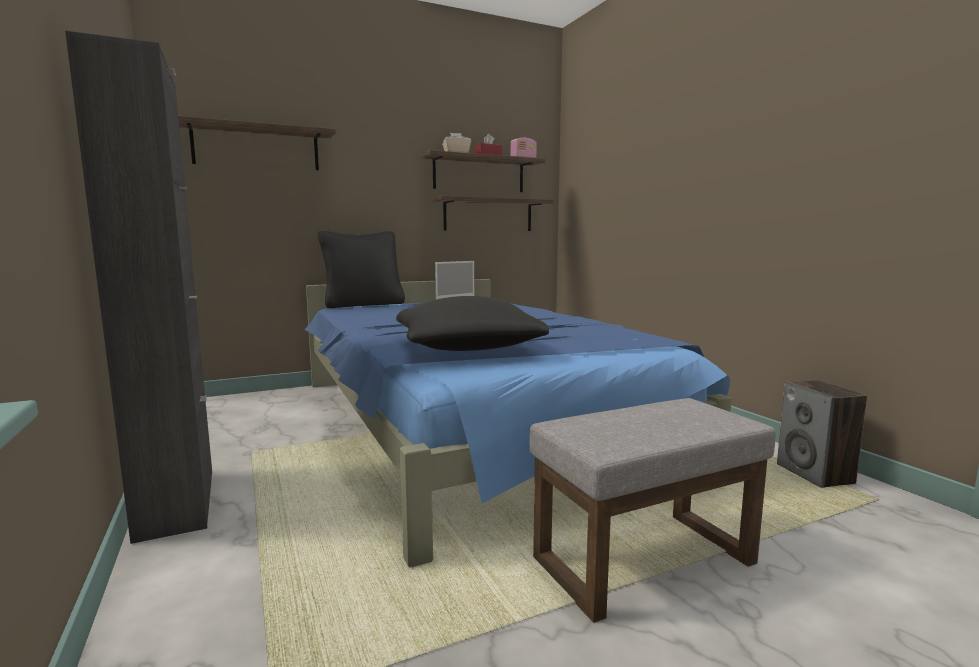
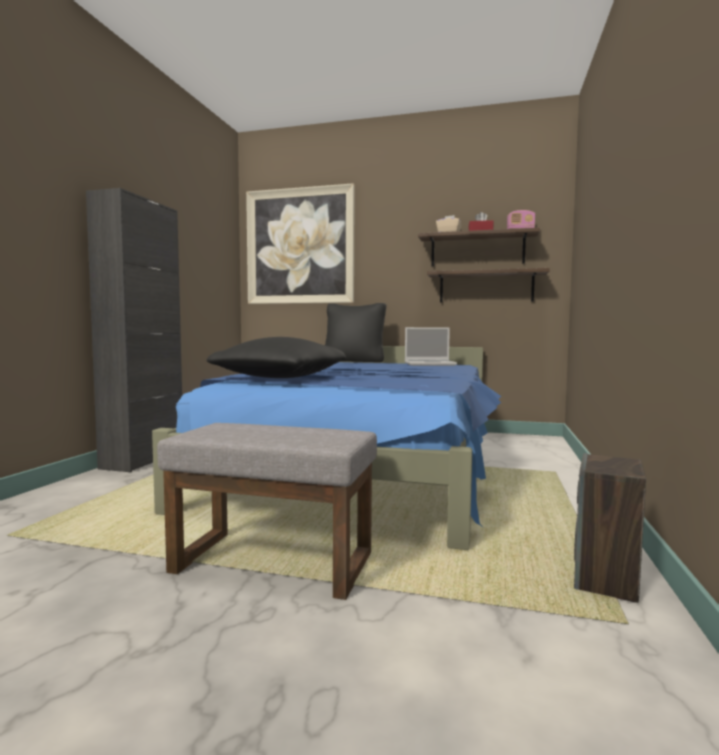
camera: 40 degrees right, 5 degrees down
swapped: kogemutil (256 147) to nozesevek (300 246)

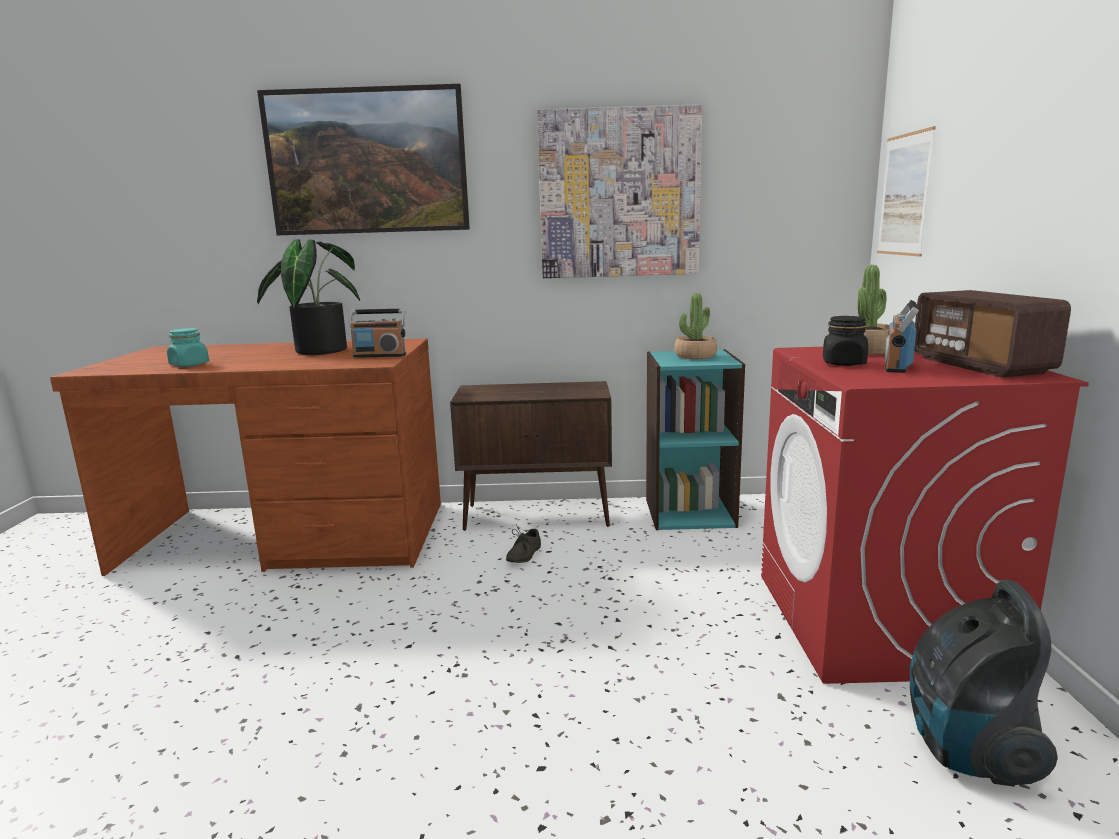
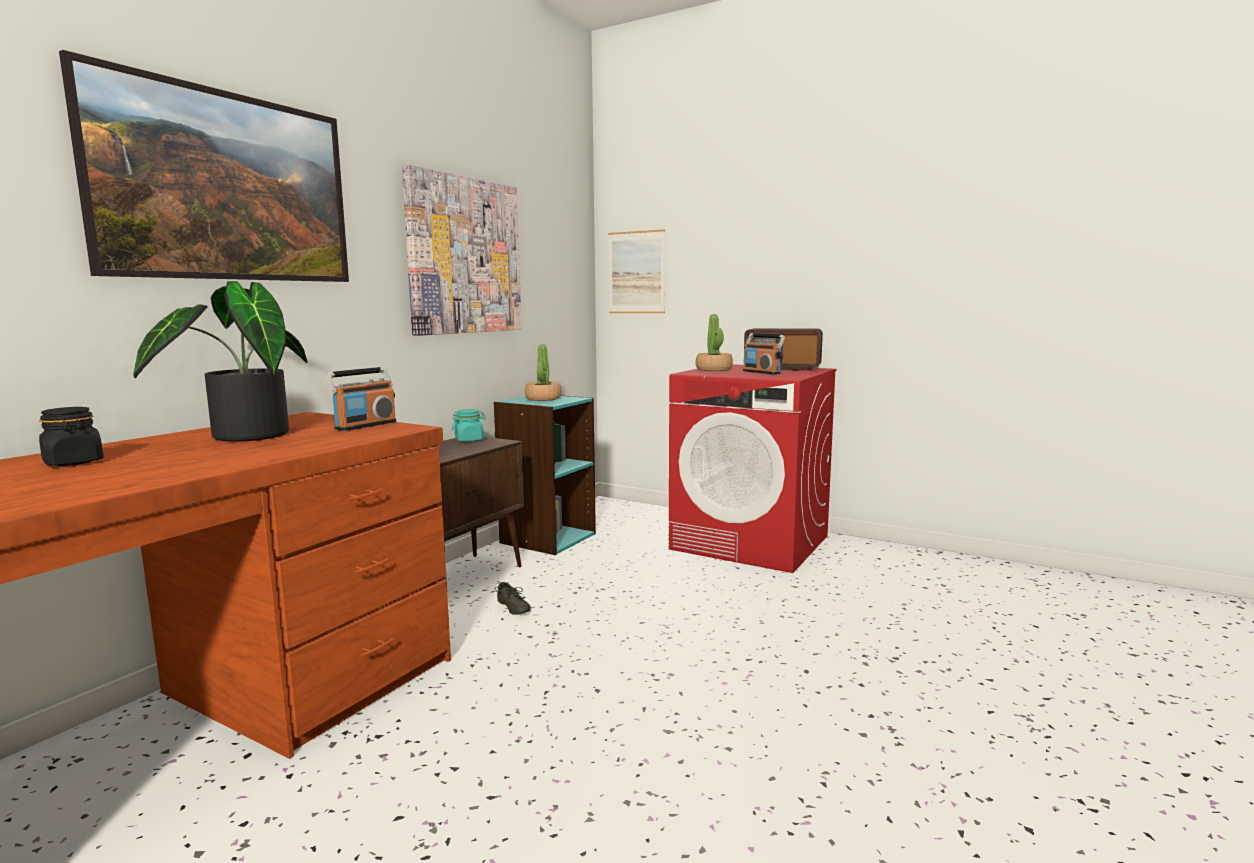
camera: 60 degrees left, 5 degrees down
gone: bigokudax (966 749)
shifted: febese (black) (844 363) to (74 462); febese (turquoise) (189 365) to (469 440)

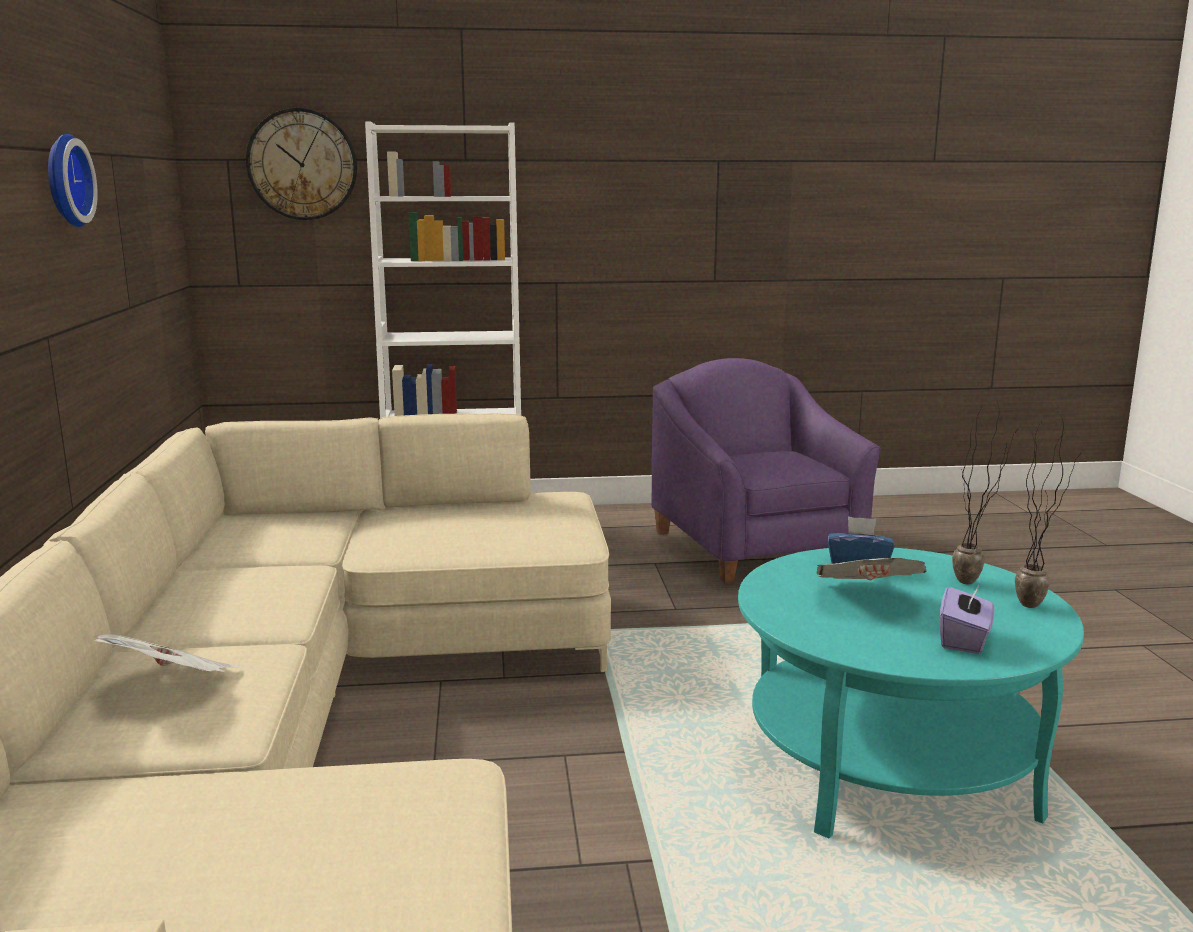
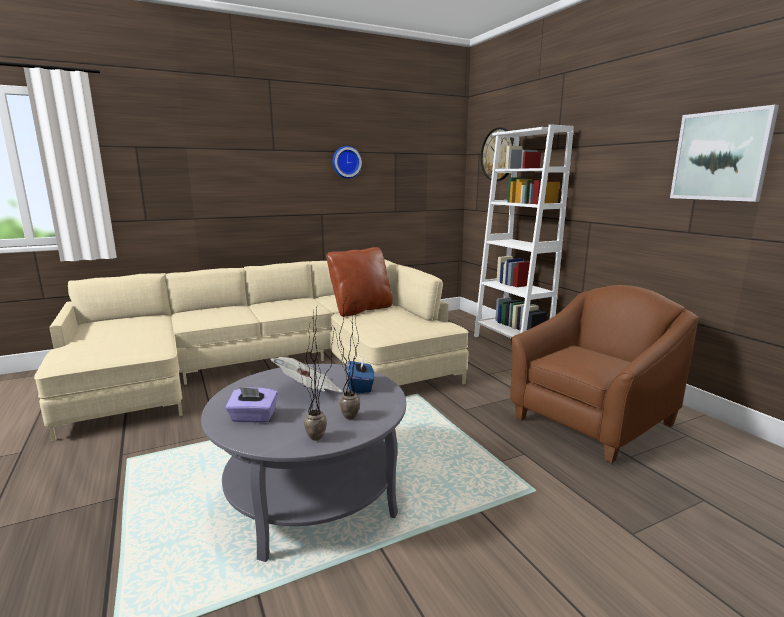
camera: 70 degrees right, 0 degrees up
gone: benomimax (174 685)
new: nozesevek (721 156); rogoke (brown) (361 309)
repainted: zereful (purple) (755 549) to zereful (brown) (591 421); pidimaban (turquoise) (888 765) to pidimaban (grey) (312 496)

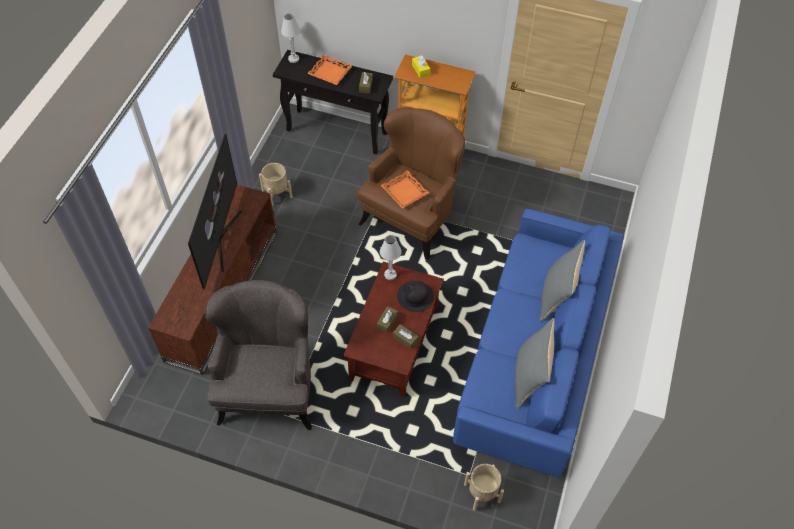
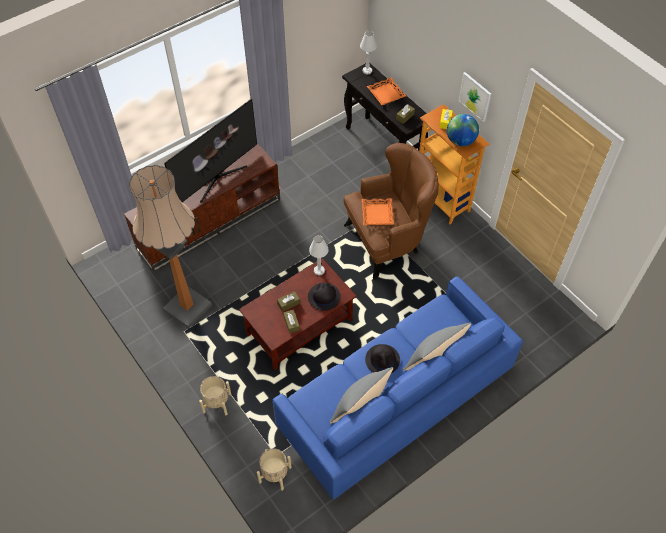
camera: 35 degrees right, 0 degrees up
new: nozesevek (475 96); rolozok (460 141); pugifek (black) (382 360)
shifted: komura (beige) (277 194) to (217 403)
swapped: zereful (grey) (269 390) to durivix (188 308)

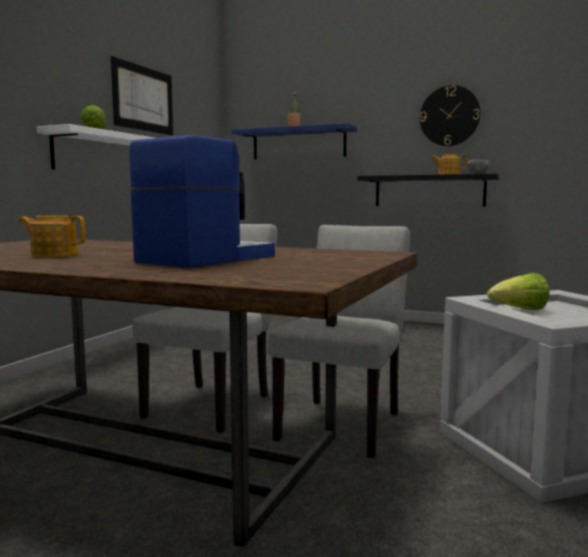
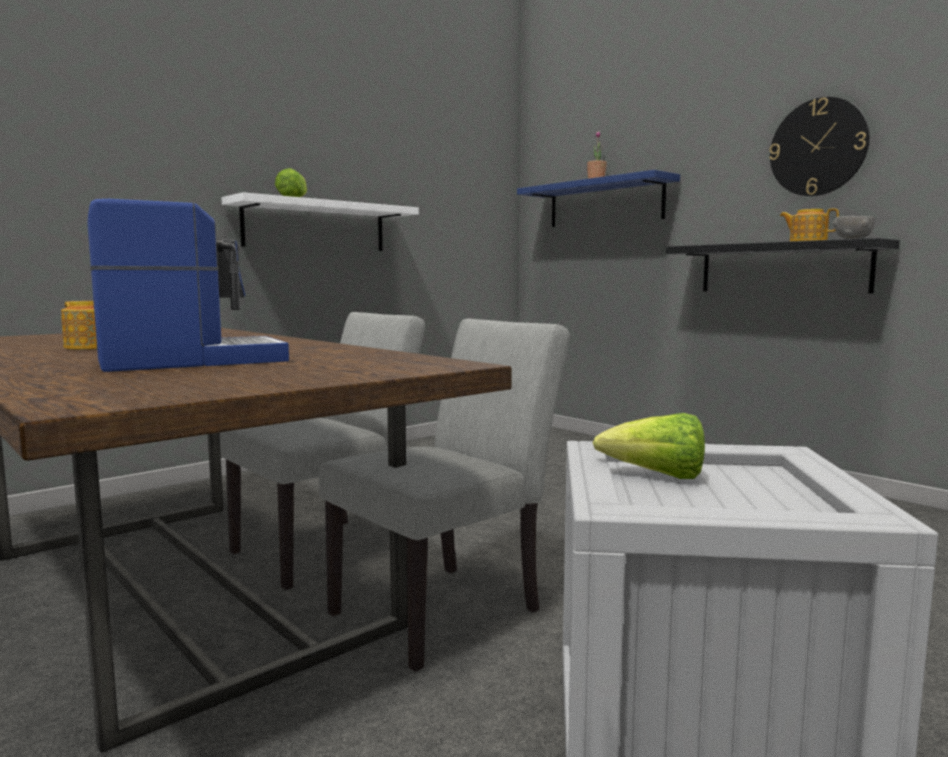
camera: 25 degrees right, 0 degrees up
gone: nozesevek (143 99)

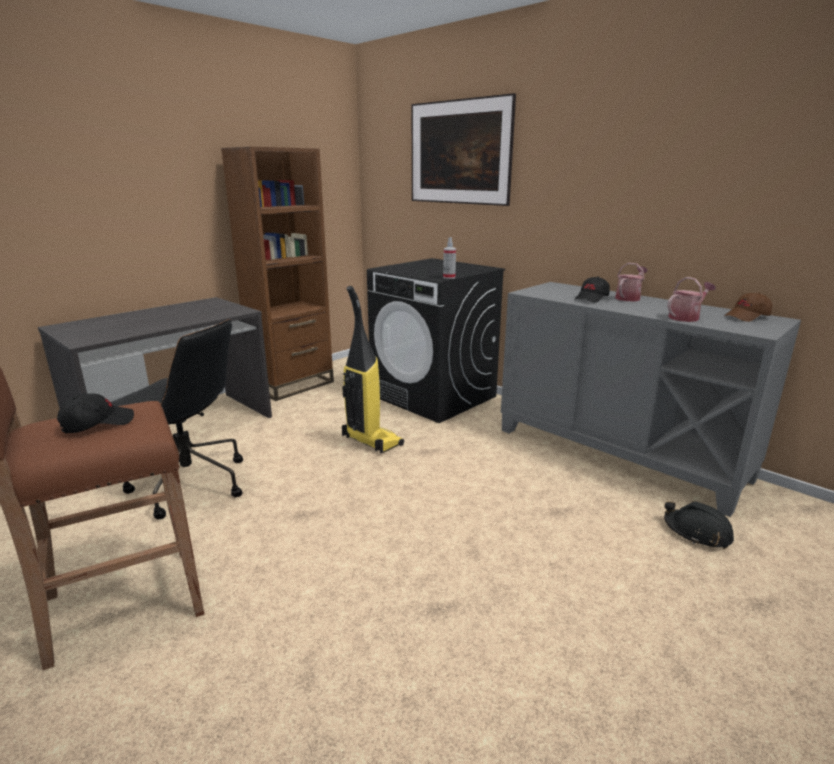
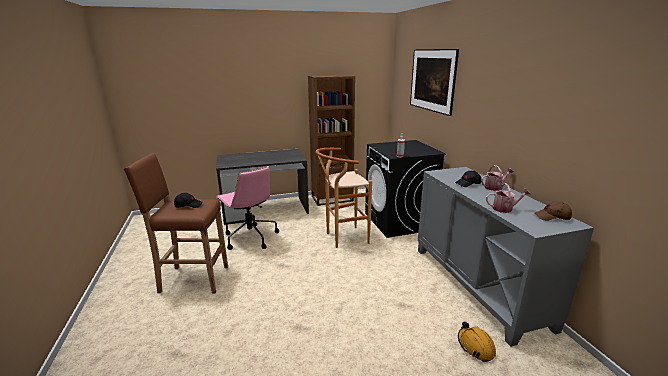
camera: 30 degrees right, 0 degrees up
swapped: bigokudax (371 441) to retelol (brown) (343 238)
repainted: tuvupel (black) (188 484) to tuvupel (pink) (250 237); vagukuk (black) (697 532) to vagukuk (orange) (475 346)

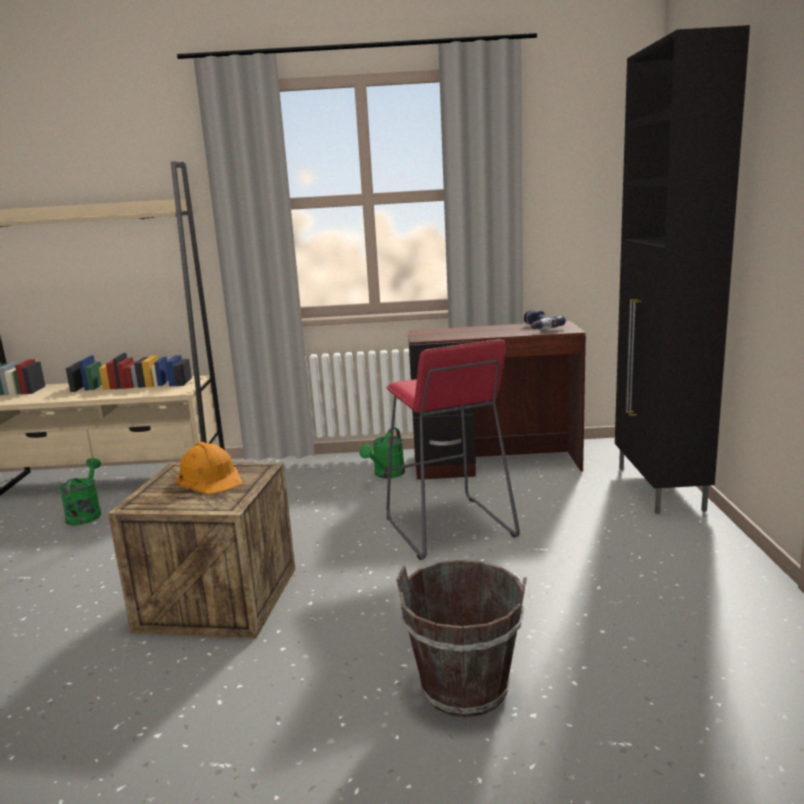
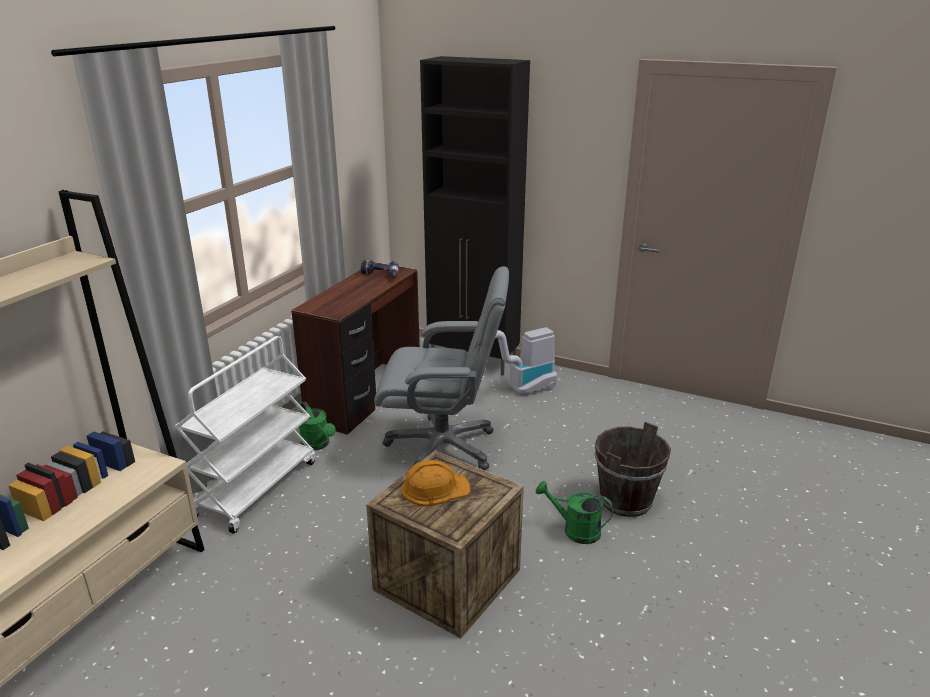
camera: 65 degrees left, 10 degrees up
new: bigokudax (517 390); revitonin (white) (256 487)
shifted: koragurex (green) (86 514) to (575 530)
swapped: retelol (red) (448 528) to tuvupel (grey) (443 447)

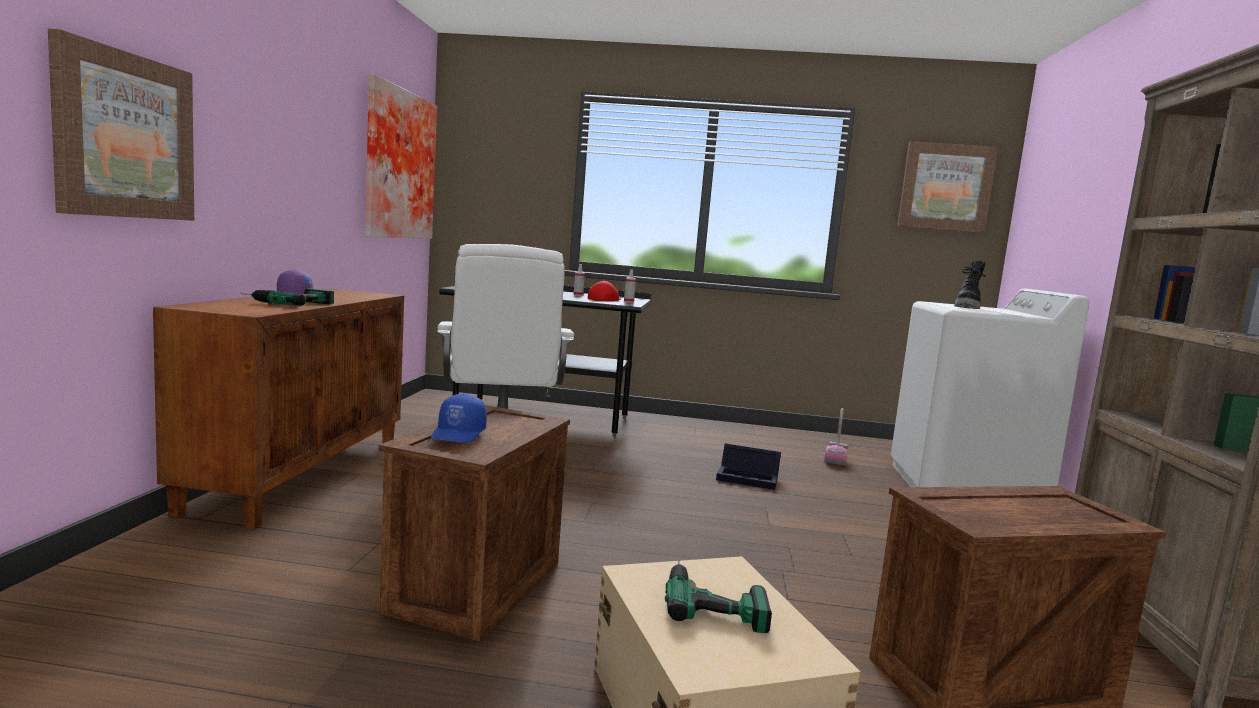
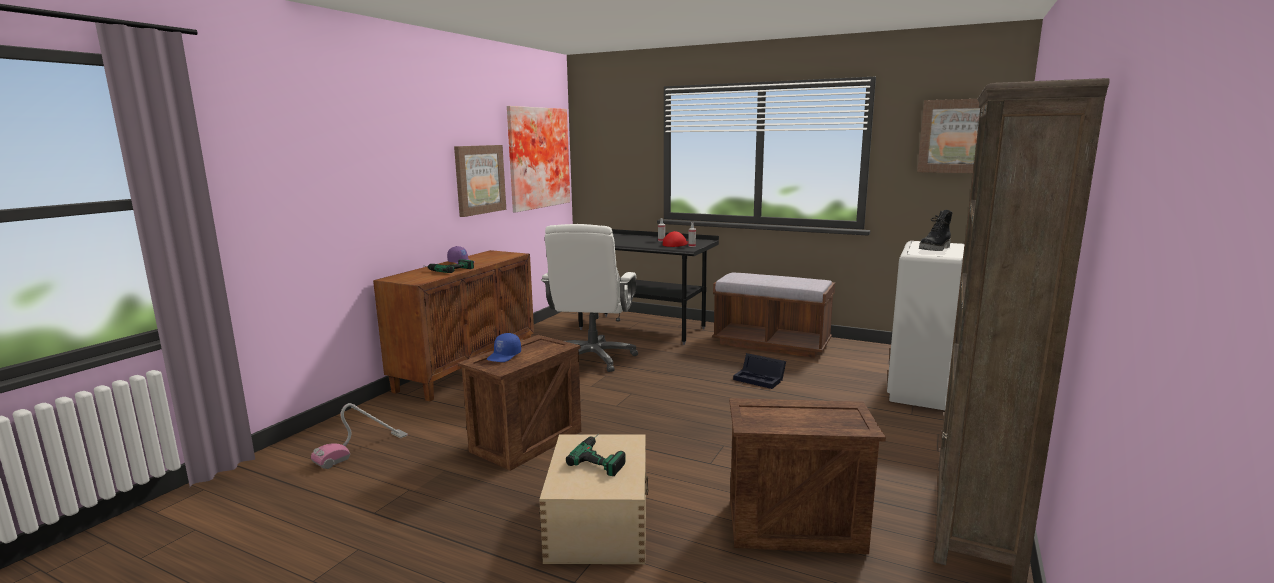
camera: 20 degrees right, 5 degrees up
new: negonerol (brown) (771 344)
shifted: nozesevek (124 136) to (479 179); bigokudax (836 454) to (362 449)

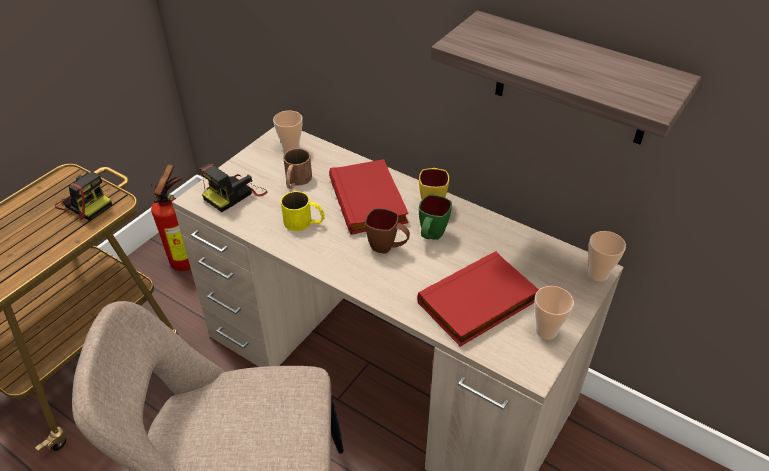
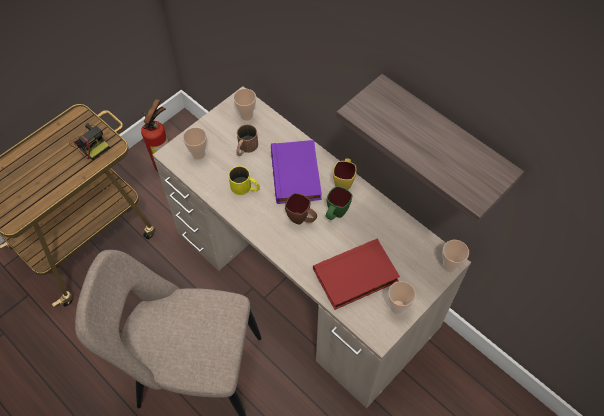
camera: 10 degrees right, 15 degrees up
swapped: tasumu (234 194) to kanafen (198 154)
repainted: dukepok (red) (370 200) to dukepok (purple) (297 174)

